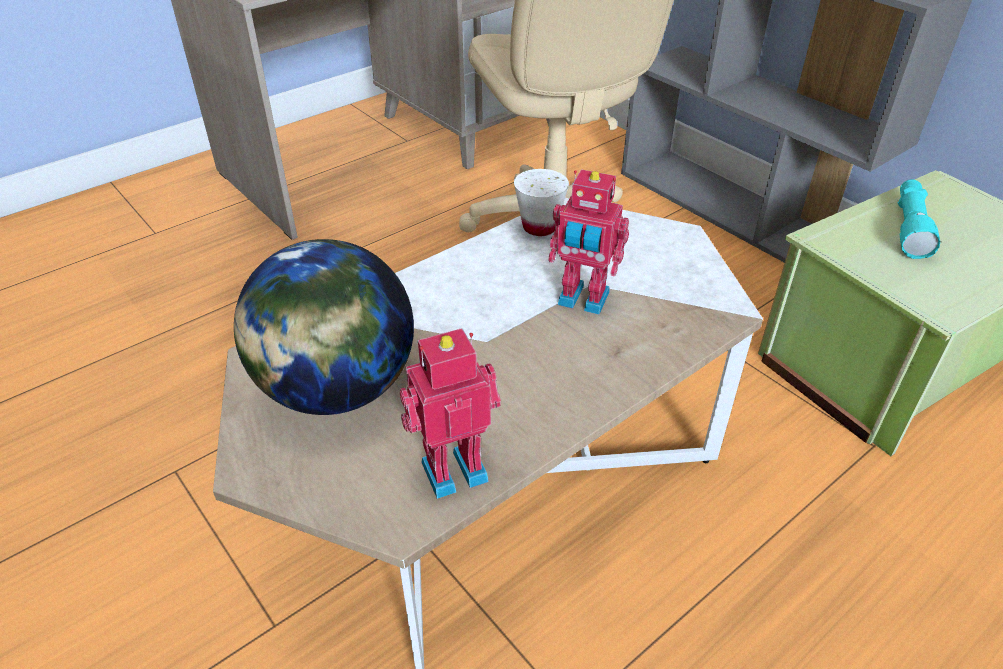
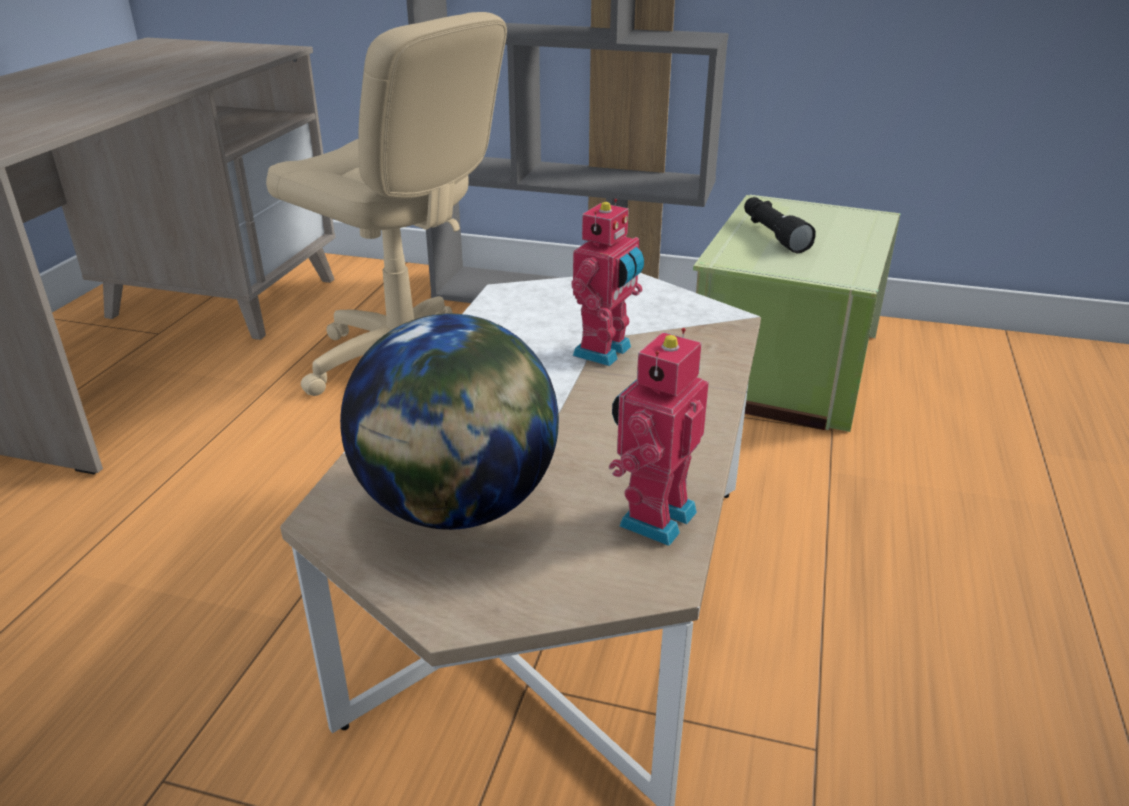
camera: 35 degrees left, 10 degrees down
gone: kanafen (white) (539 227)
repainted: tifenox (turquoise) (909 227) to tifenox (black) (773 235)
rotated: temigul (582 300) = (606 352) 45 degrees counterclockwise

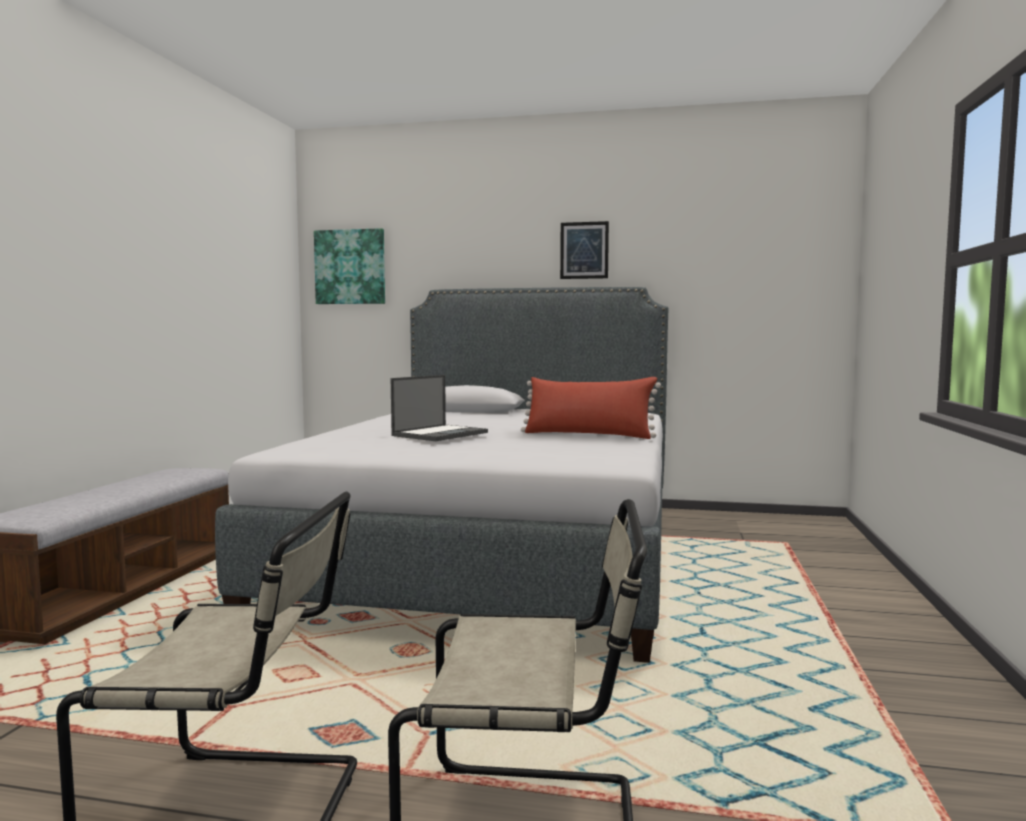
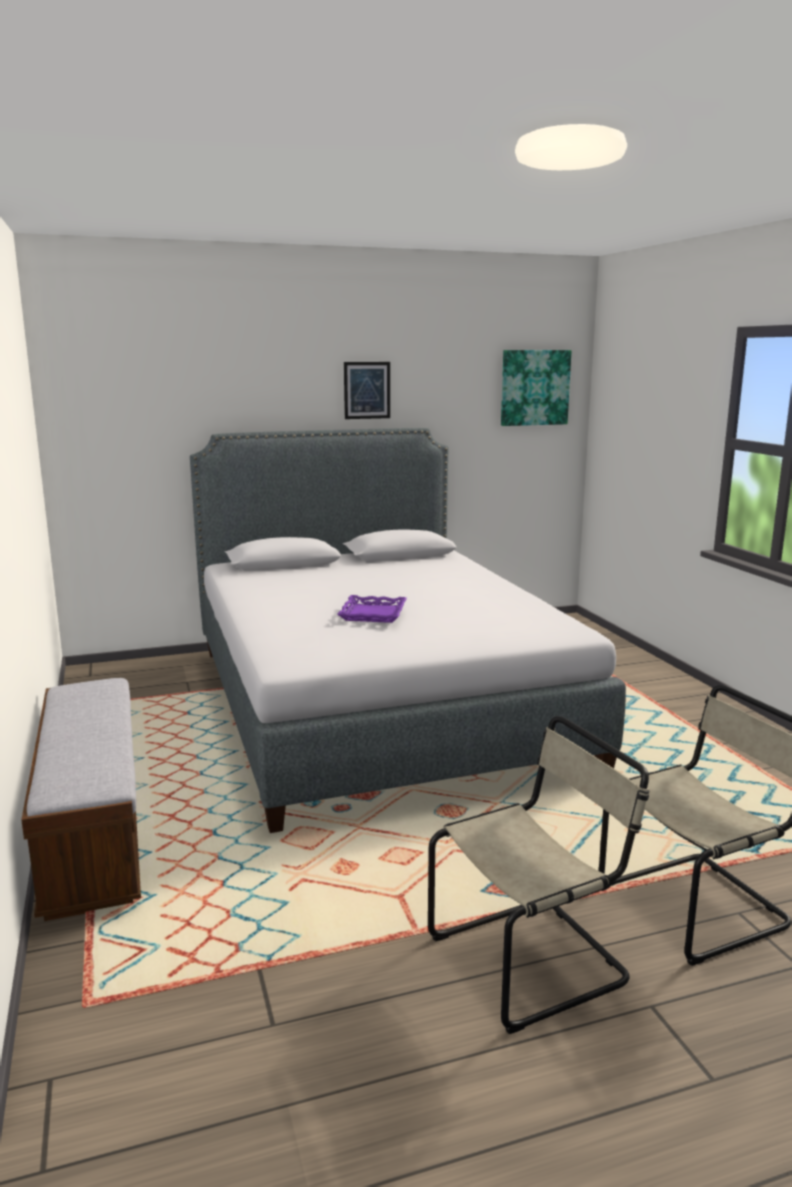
camera: 30 degrees left, 10 degrees up
gone: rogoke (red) (588 435)
shifted: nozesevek (350 267) to (534 387)
swapped: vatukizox (440 434) to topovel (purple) (372 614)

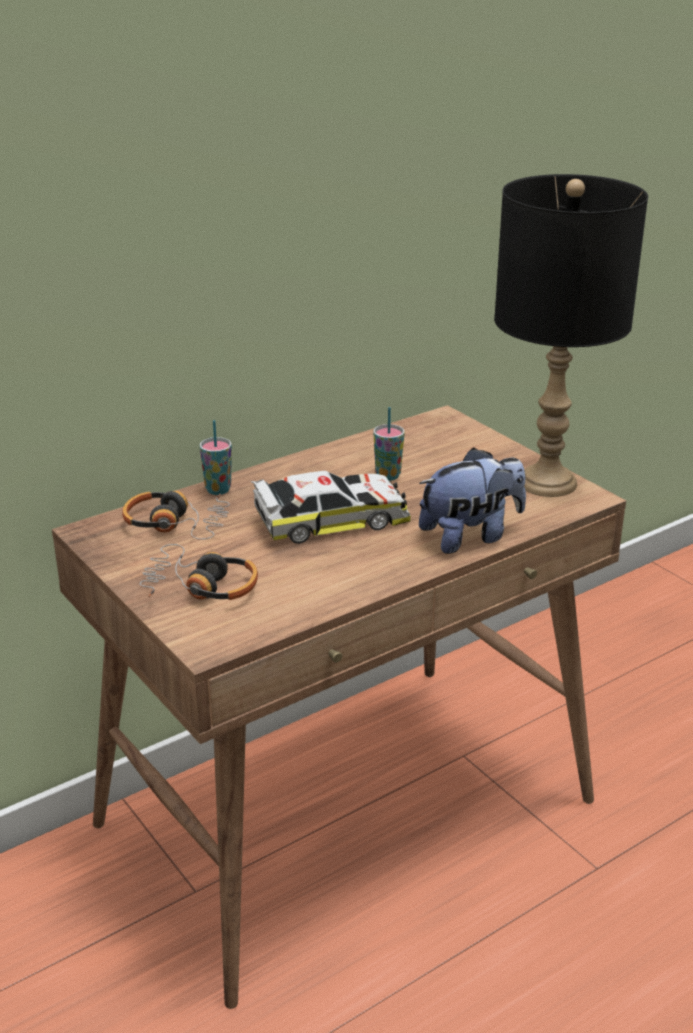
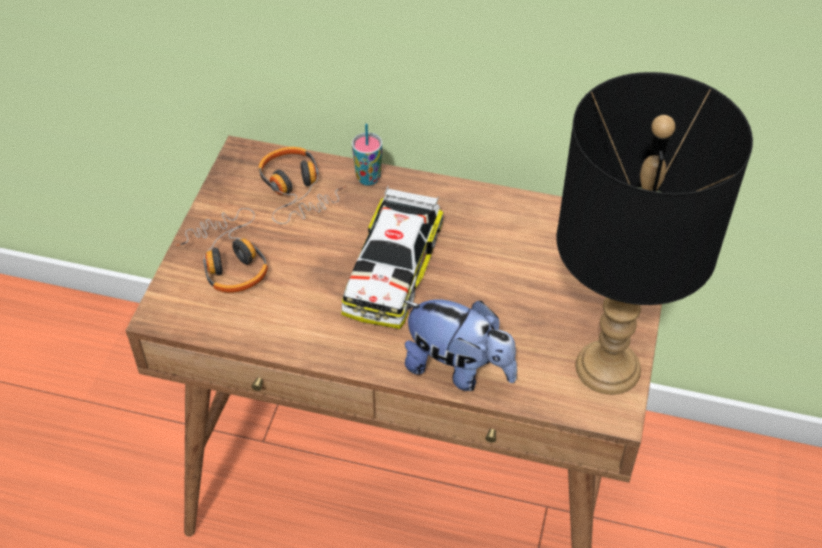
camera: 50 degrees right, 20 degrees up
gone: kanafen (388 476)
rotated: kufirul (332 520) = (392 270) 75 degrees clockwise

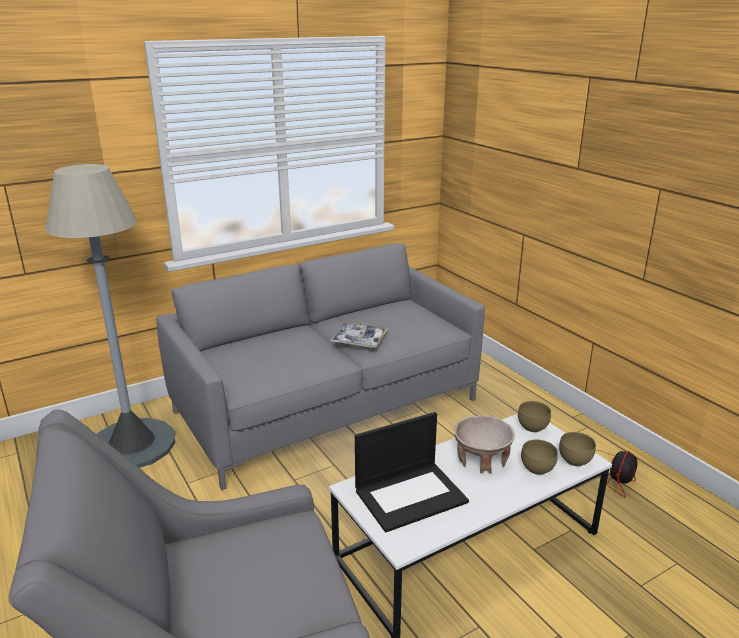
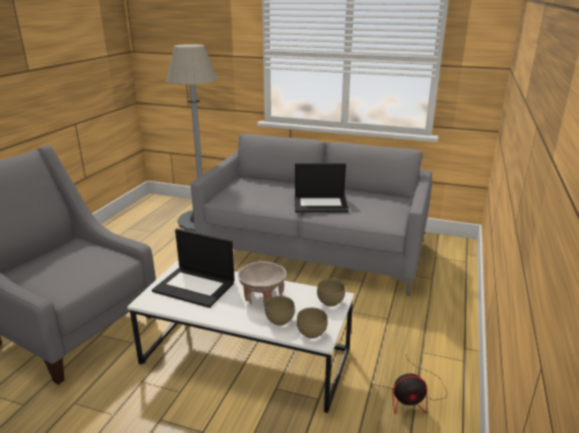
camera: 50 degrees right, 0 degrees up
swapped: topovel (359 340) to vatukizox (321 204)

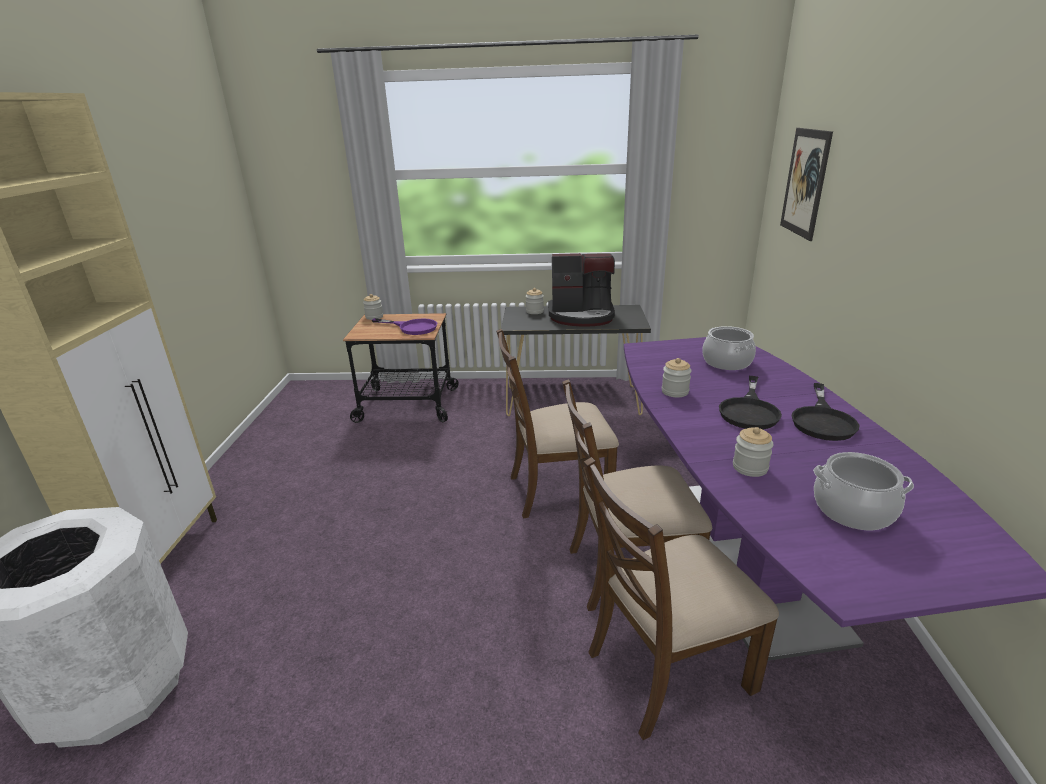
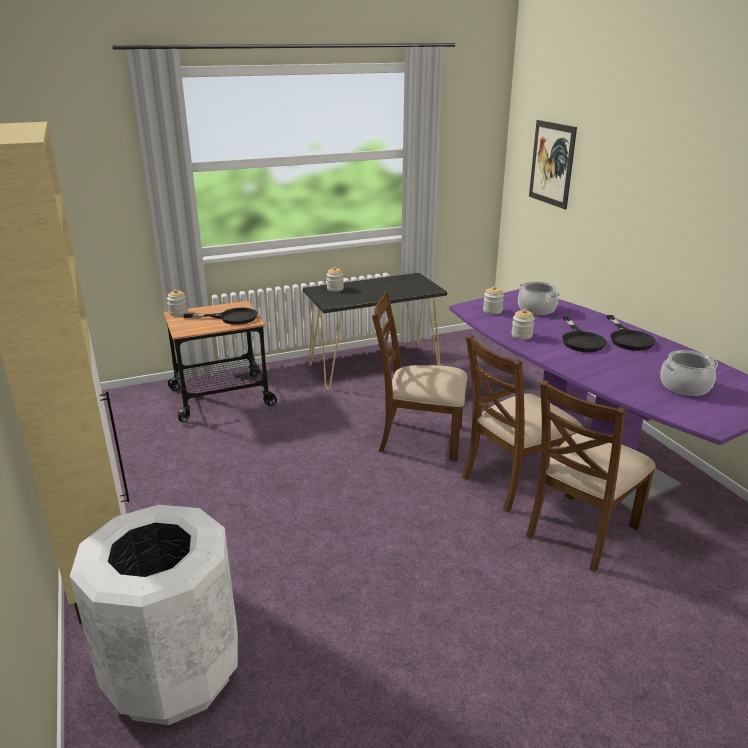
camera: 25 degrees left, 0 degrees up
gone: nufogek (581 316)
shifted: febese (750 467) to (492 311)
repainted: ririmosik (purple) (412 327) to ririmosik (black) (231 318)
rotated: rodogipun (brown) (558 490) = (419 439) 45 degrees clockwise

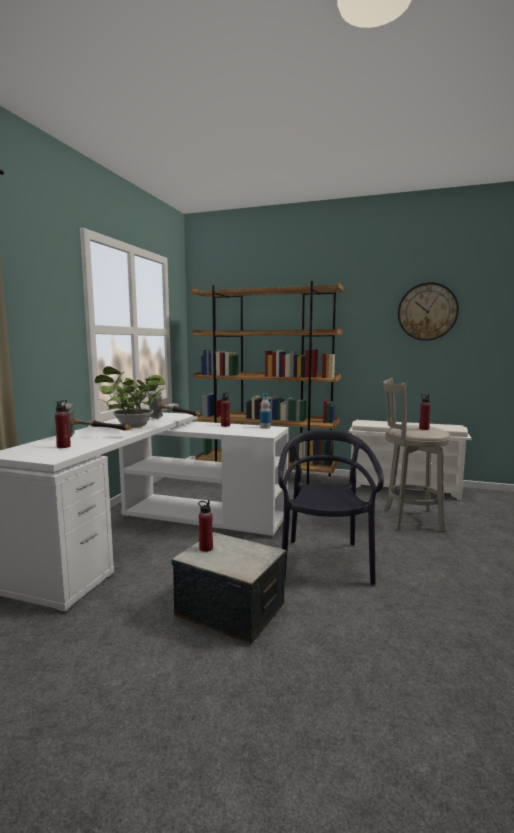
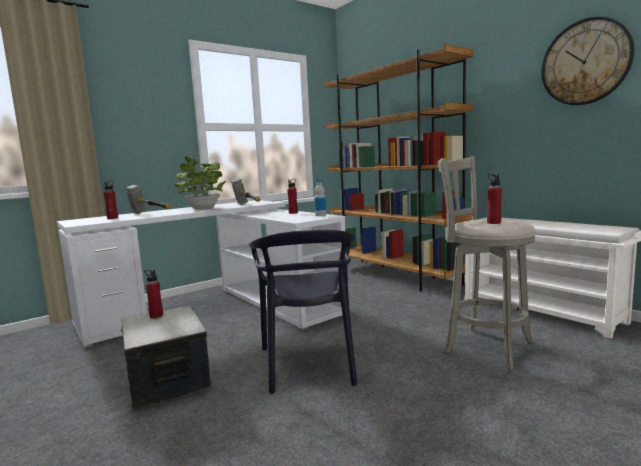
camera: 35 degrees right, 0 degrees up
rotated: rodogipun (black) (325 562) = (309 364) 135 degrees clockwise

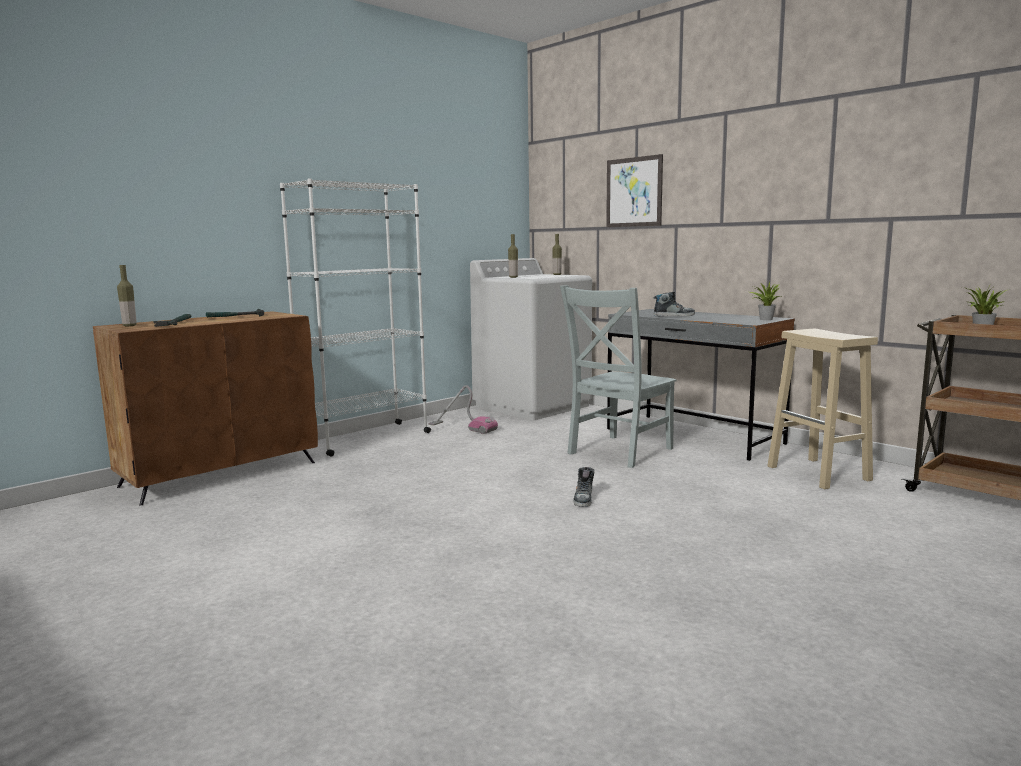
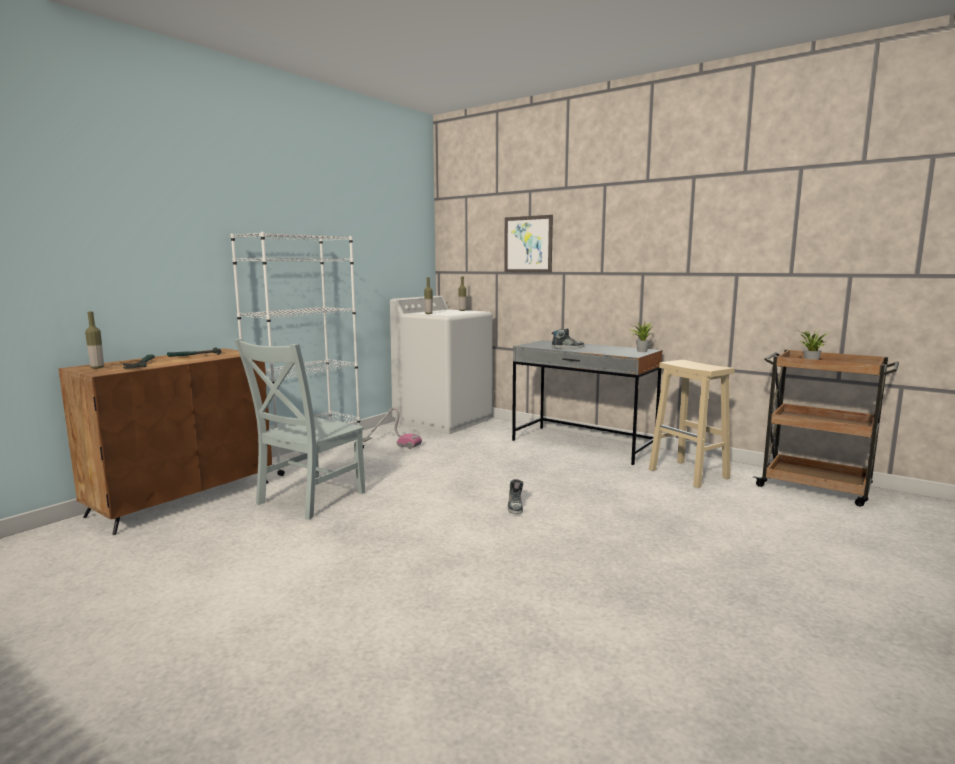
camera: 10 degrees left, 0 degrees up
shifted: rodogipun (grey) (617 452) to (308 499)

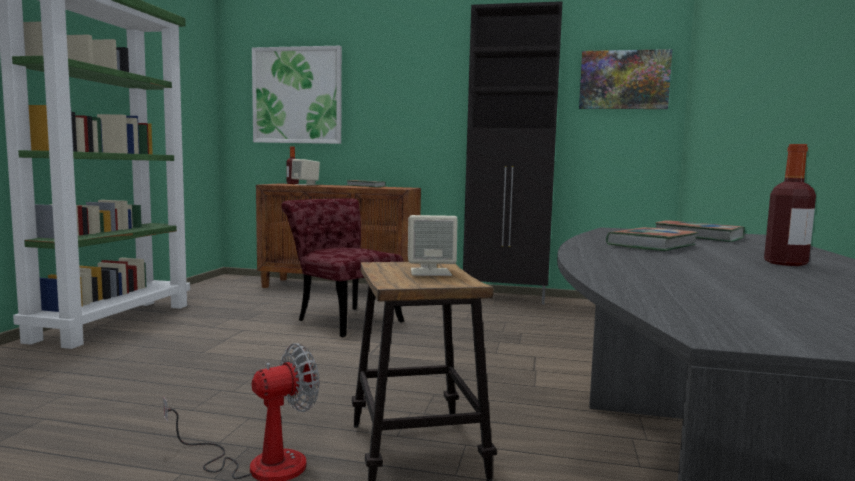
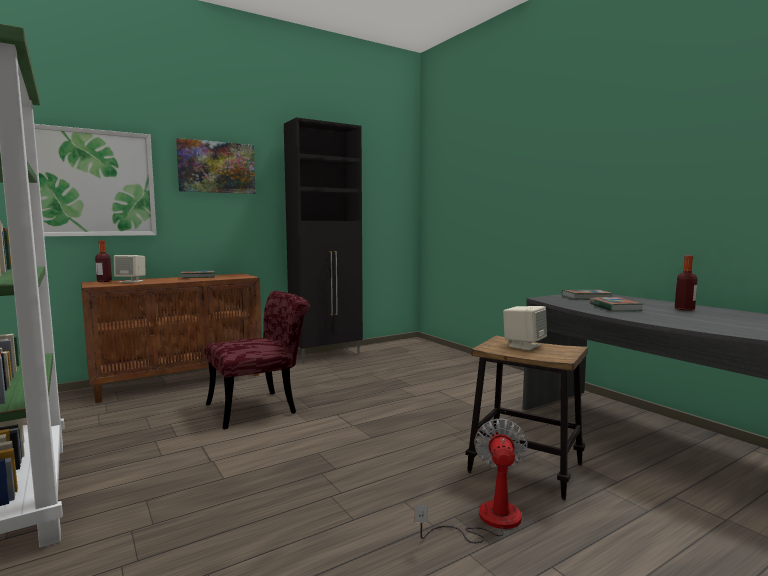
camera: 45 degrees left, 0 degrees up
shifted: nozesevek (624 80) to (217 167)
rotated: rodogipun (red) (343 319) = (261 407) 150 degrees clockwise

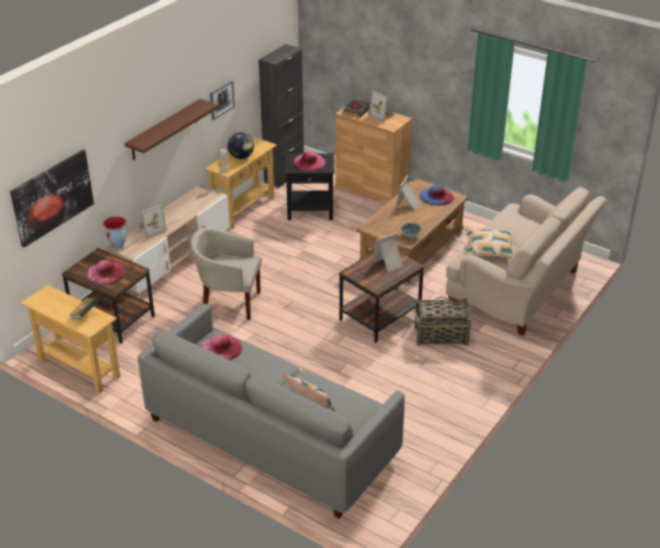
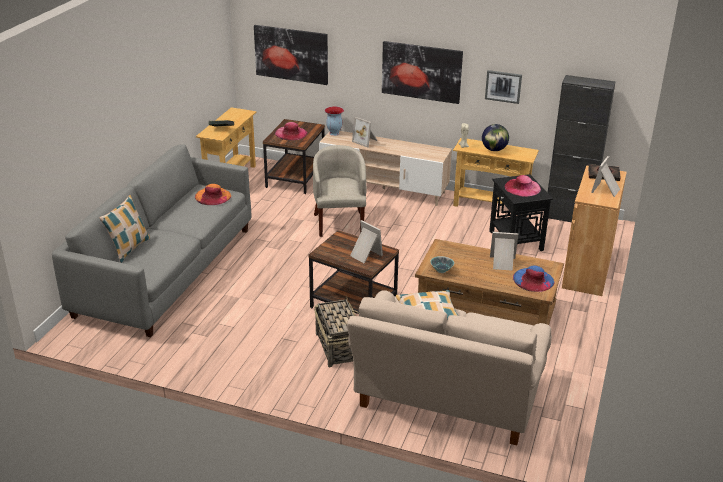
camera: 75 degrees right, 5 degrees down
swapped: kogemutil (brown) (164 130) to nozesevek (421 72)
repainted: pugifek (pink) (221 348) to pugifek (orange) (213 196)

